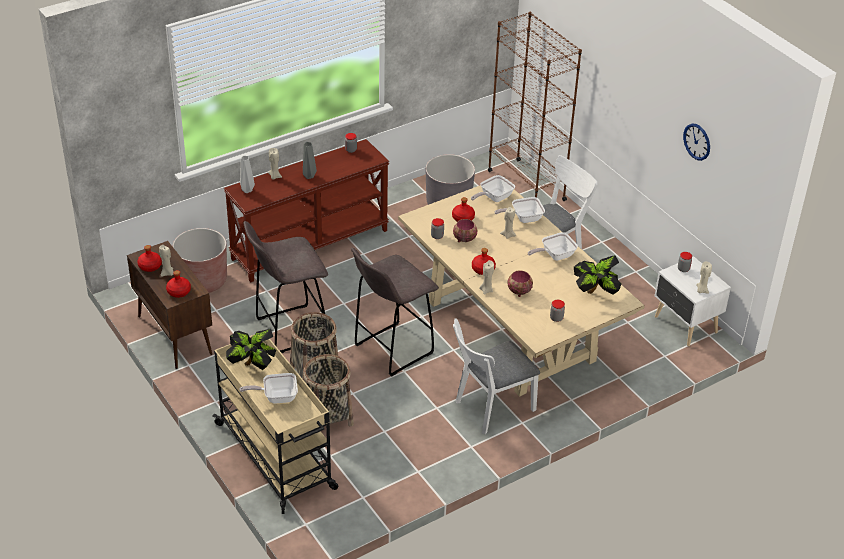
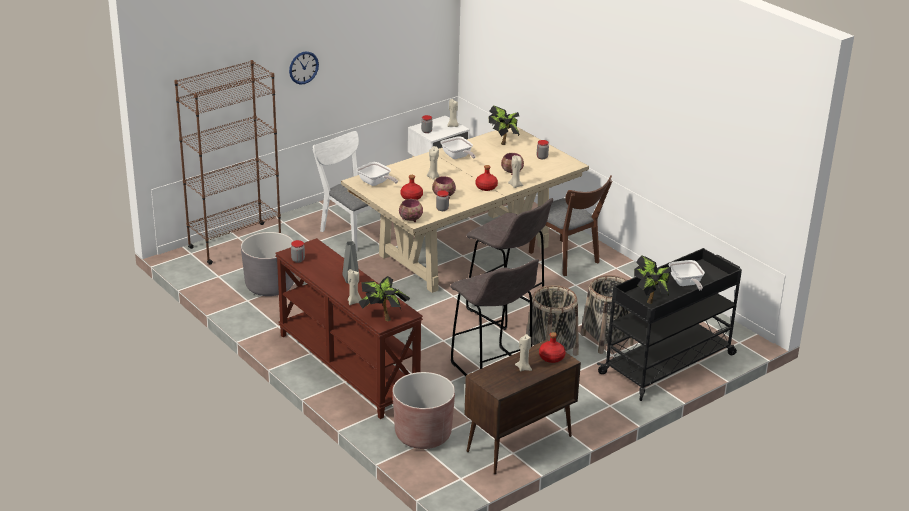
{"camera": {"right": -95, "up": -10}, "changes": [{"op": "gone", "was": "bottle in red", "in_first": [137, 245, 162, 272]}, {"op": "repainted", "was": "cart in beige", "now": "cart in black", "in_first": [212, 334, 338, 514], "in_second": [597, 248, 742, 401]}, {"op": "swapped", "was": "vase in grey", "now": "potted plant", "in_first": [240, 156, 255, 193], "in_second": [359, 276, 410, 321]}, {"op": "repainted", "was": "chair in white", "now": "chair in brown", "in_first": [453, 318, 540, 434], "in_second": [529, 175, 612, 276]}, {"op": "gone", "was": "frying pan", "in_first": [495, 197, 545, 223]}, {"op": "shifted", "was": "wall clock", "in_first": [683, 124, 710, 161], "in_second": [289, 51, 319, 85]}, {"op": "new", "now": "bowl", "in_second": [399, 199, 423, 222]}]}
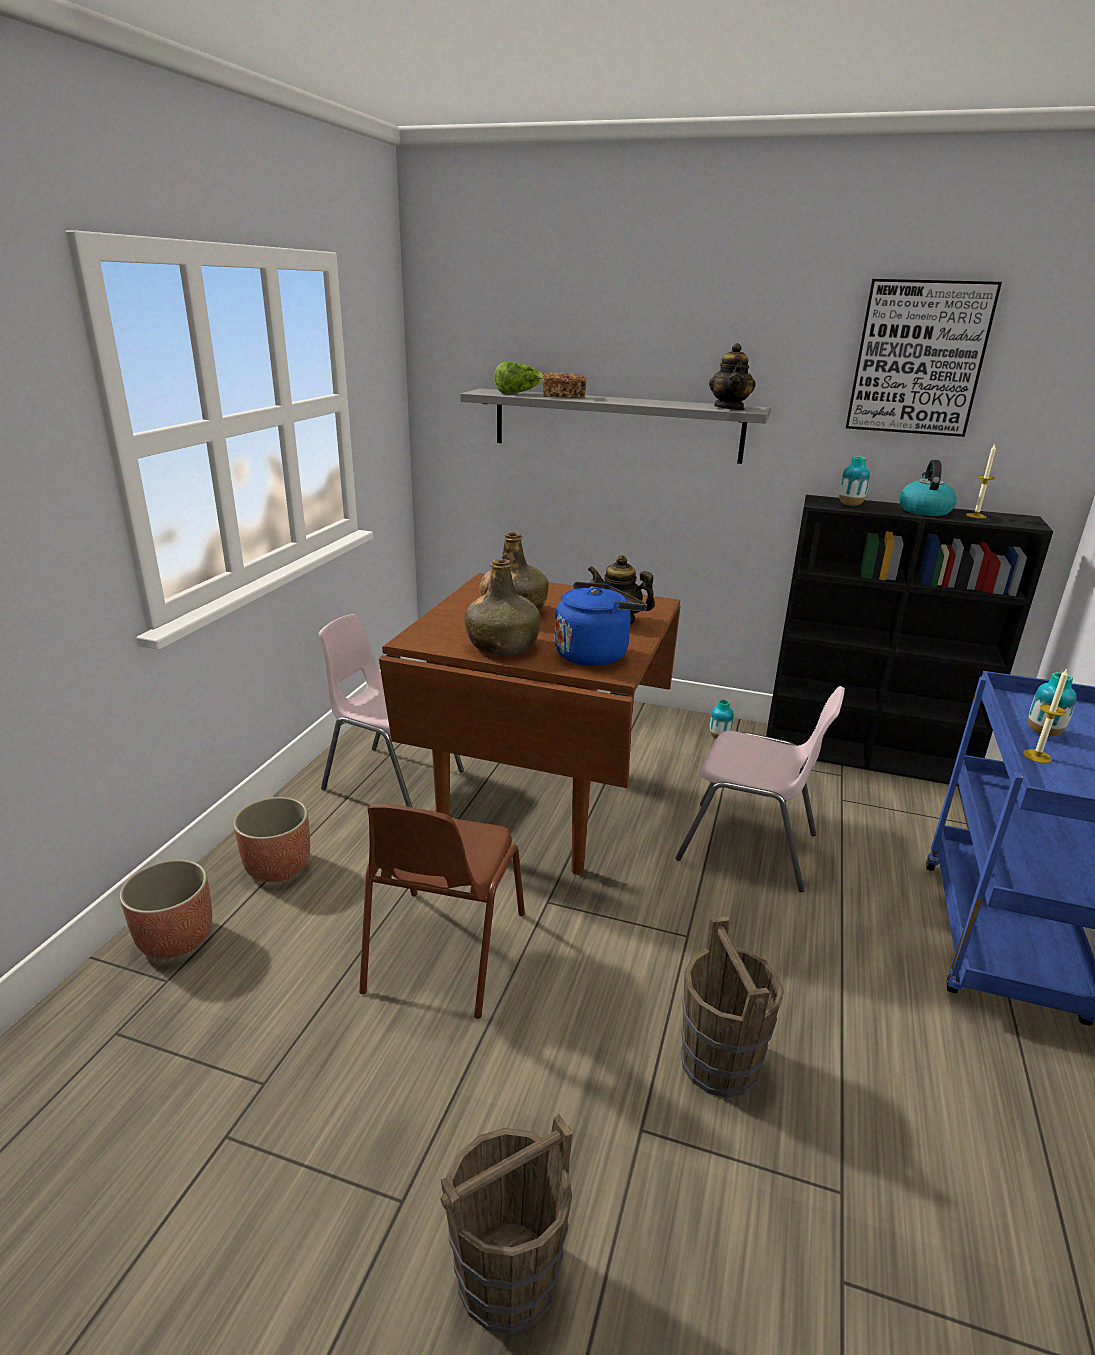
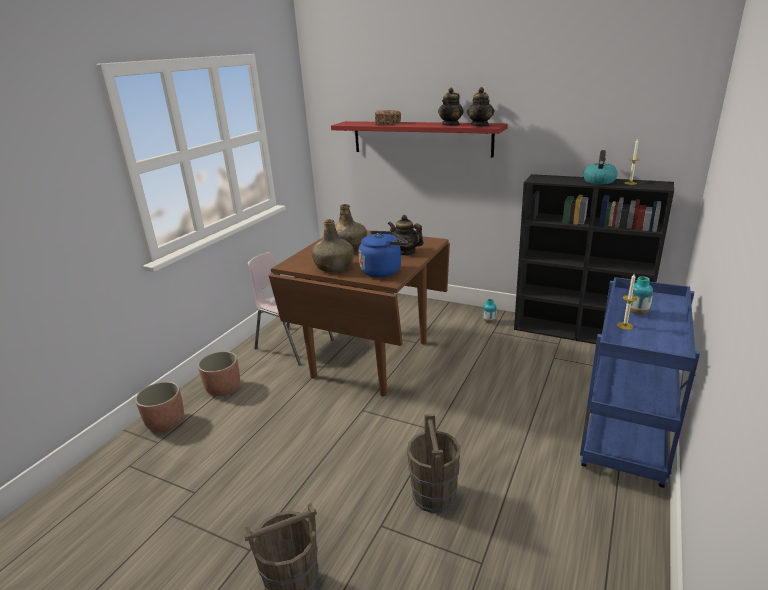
{"camera": {"right": 10, "up": 0}, "changes": [{"op": "gone", "was": "chair in brown", "in_first": [359, 803, 525, 1019]}, {"op": "repainted", "was": "shelf in grey", "now": "shelf in red", "in_first": [460, 388, 771, 464], "in_second": [331, 121, 508, 158]}, {"op": "gone", "was": "lettuce", "in_first": [495, 362, 544, 394]}, {"op": "gone", "was": "chair in pink", "in_first": [676, 686, 845, 892]}, {"op": "gone", "was": "vase", "in_first": [839, 456, 870, 506]}, {"op": "gone", "was": "picture", "in_first": [846, 279, 1002, 437]}, {"op": "new", "now": "teapot", "in_second": [438, 88, 464, 126]}]}
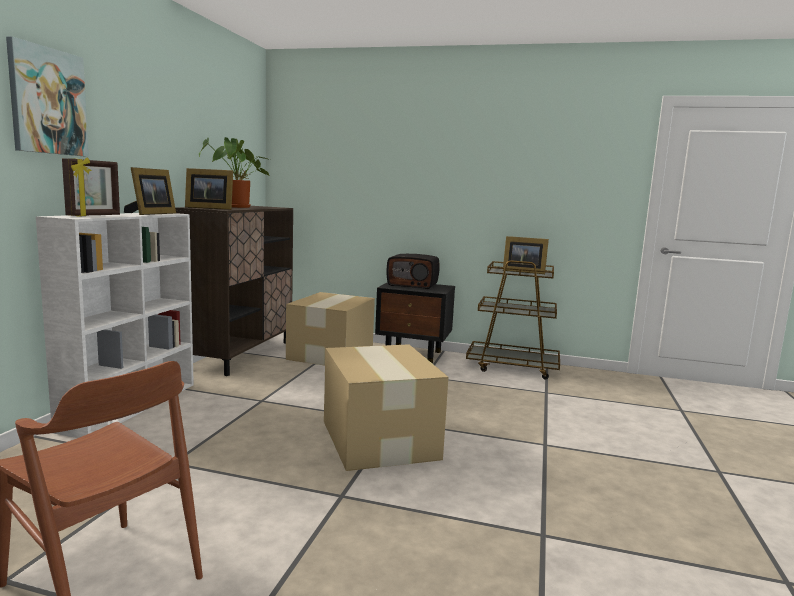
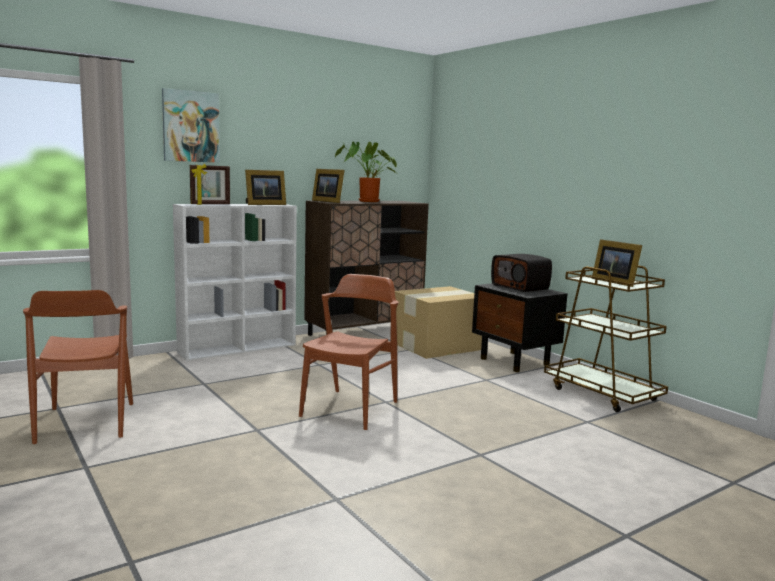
{"camera": {"right": 40, "up": 0}, "changes": [{"op": "swapped", "was": "cardboard box", "now": "chair in brown", "in_first": [324, 344, 448, 471], "in_second": [299, 274, 399, 430]}]}
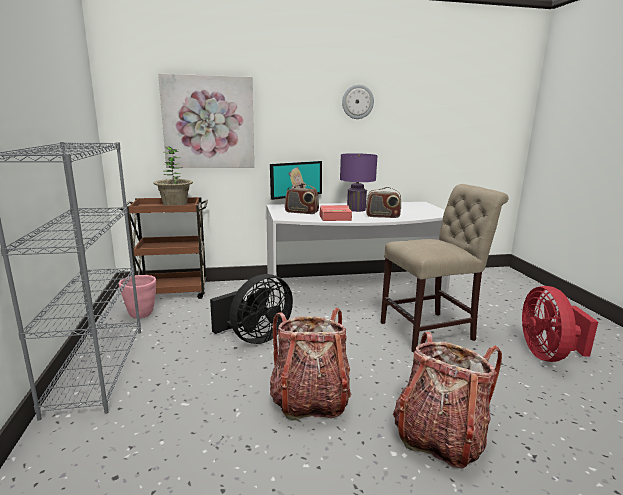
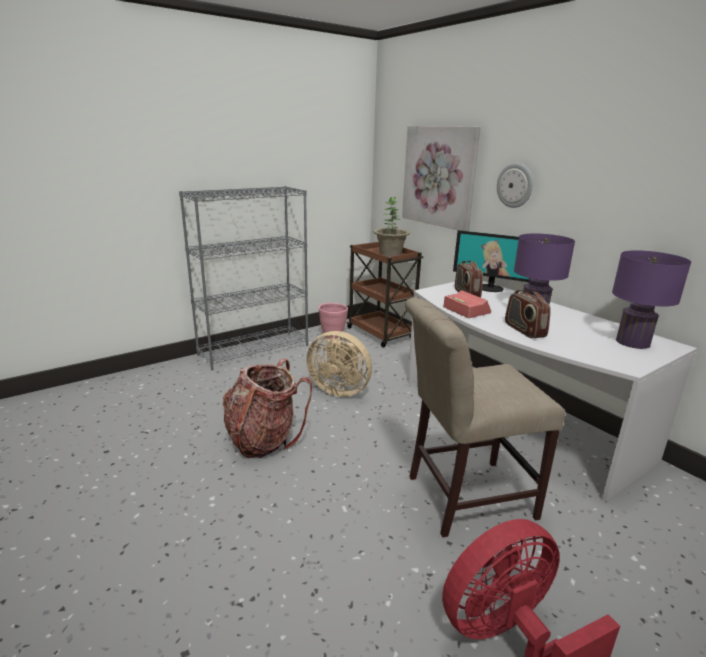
{"camera": {"right": 65, "up": 5}, "changes": [{"op": "repainted", "was": "fan in black", "now": "fan in beige", "in_first": [210, 274, 293, 344], "in_second": [306, 331, 372, 397]}, {"op": "shifted", "was": "wall clock", "in_first": [342, 84, 374, 119], "in_second": [497, 163, 533, 208]}, {"op": "rotated", "was": "chair in beige", "in_first": [381, 184, 509, 353], "in_second": [405, 298, 565, 537], "clockwise": 120}, {"op": "gone", "was": "backpack", "in_first": [393, 332, 502, 469]}, {"op": "new", "now": "table lamp in purple", "in_second": [612, 250, 691, 349]}]}
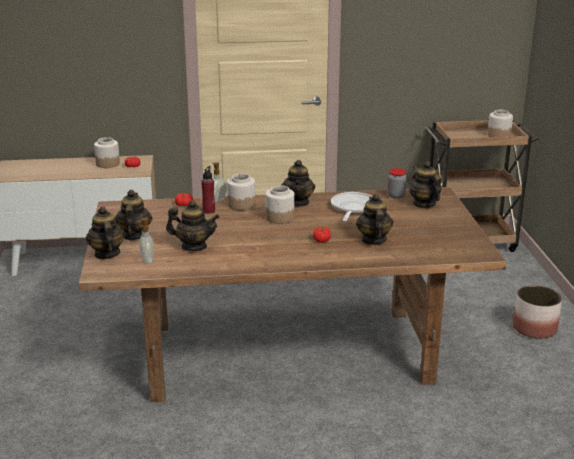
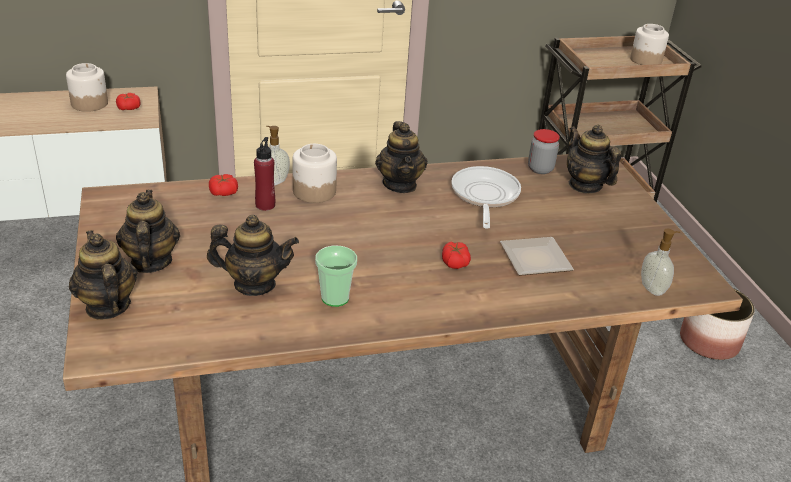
{"camera": {"right": -10, "up": 10}, "changes": [{"op": "shifted", "was": "soap dispenser", "in_first": [139, 218, 154, 264], "in_second": [641, 229, 680, 296]}, {"op": "gone", "was": "jar", "in_first": [265, 185, 295, 224]}, {"op": "swapped", "was": "teapot", "now": "plate", "in_first": [356, 194, 393, 245], "in_second": [500, 237, 574, 276]}, {"op": "new", "now": "cup", "in_second": [315, 245, 357, 307]}]}
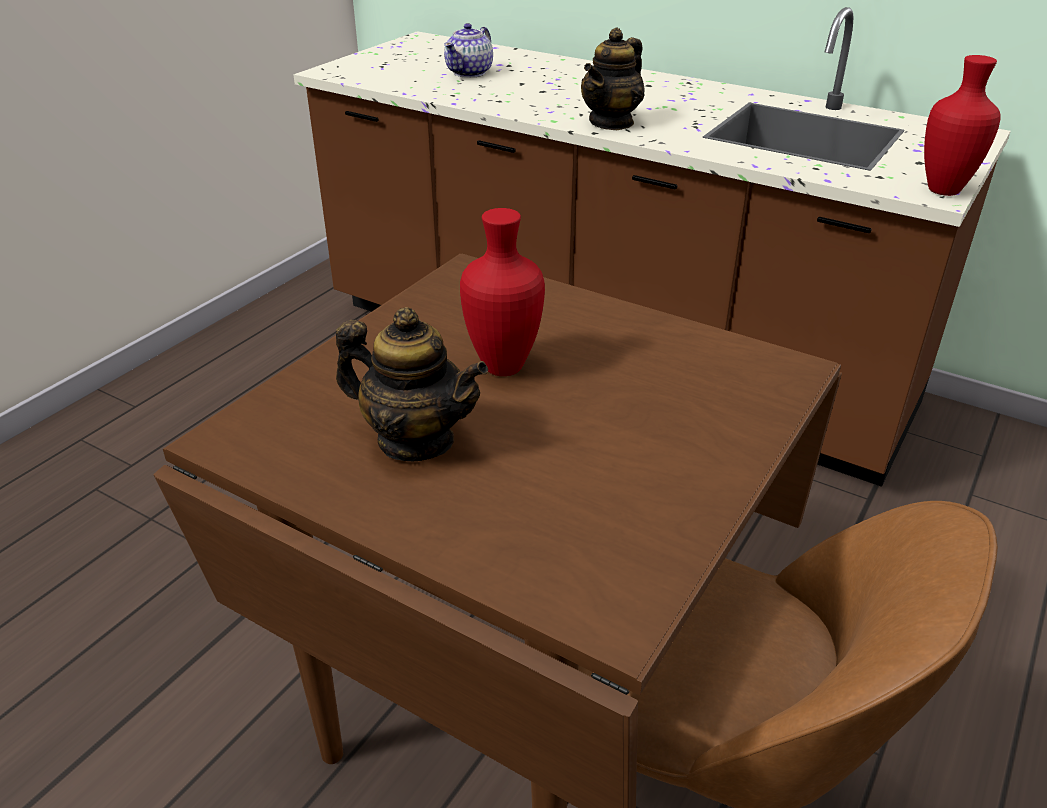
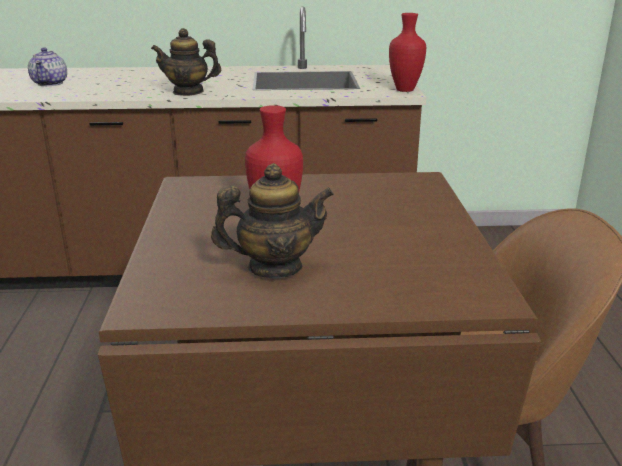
{"camera": {"right": -35, "up": -10}, "changes": [{"op": "rotated", "was": "teapot", "in_first": [581, 27, 645, 130], "in_second": [151, 28, 221, 96], "clockwise": 90}]}
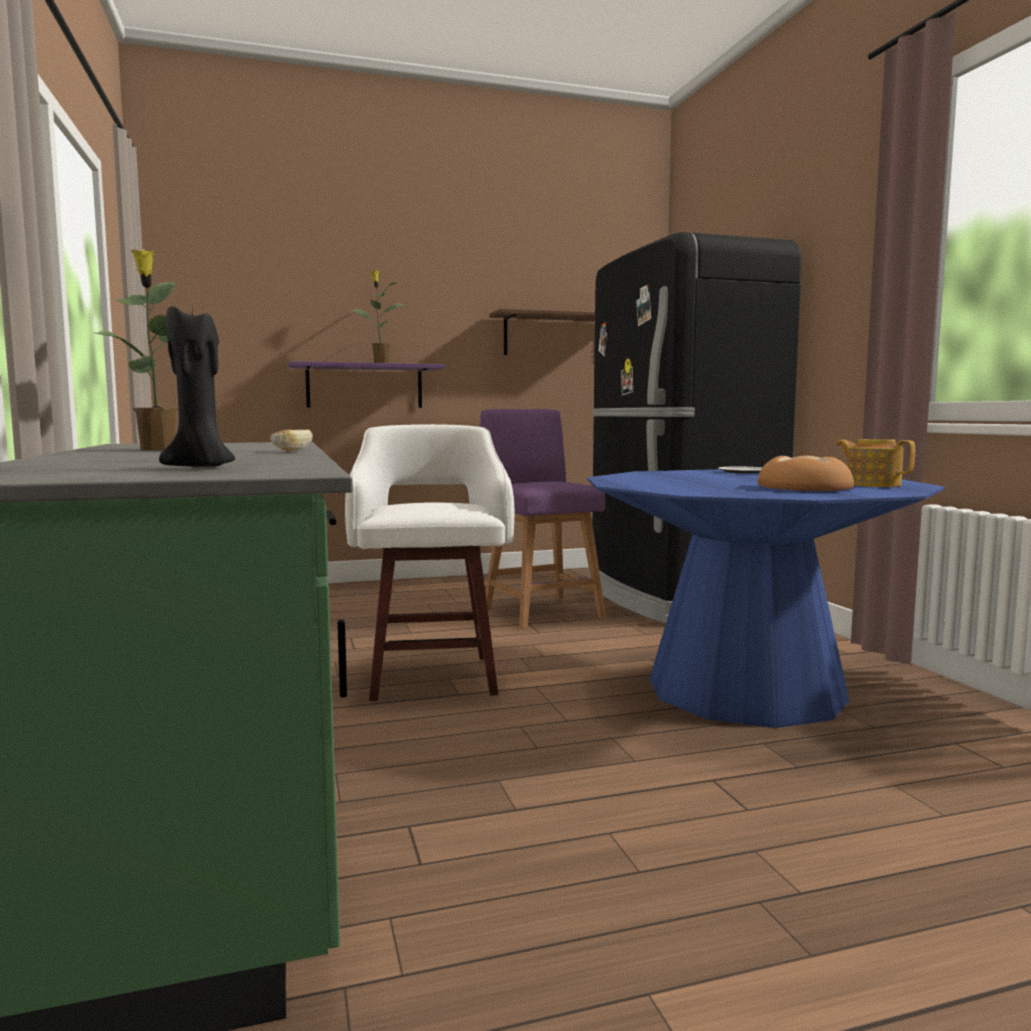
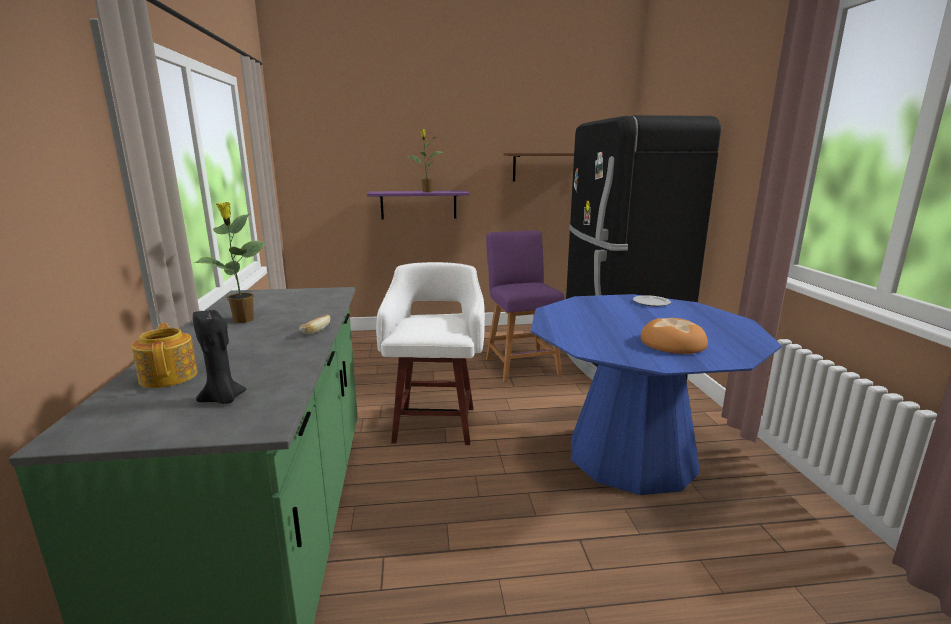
{"camera": {"right": 10, "up": 10}, "changes": [{"op": "shifted", "was": "teapot", "in_first": [837, 439, 915, 487], "in_second": [132, 323, 198, 388]}]}
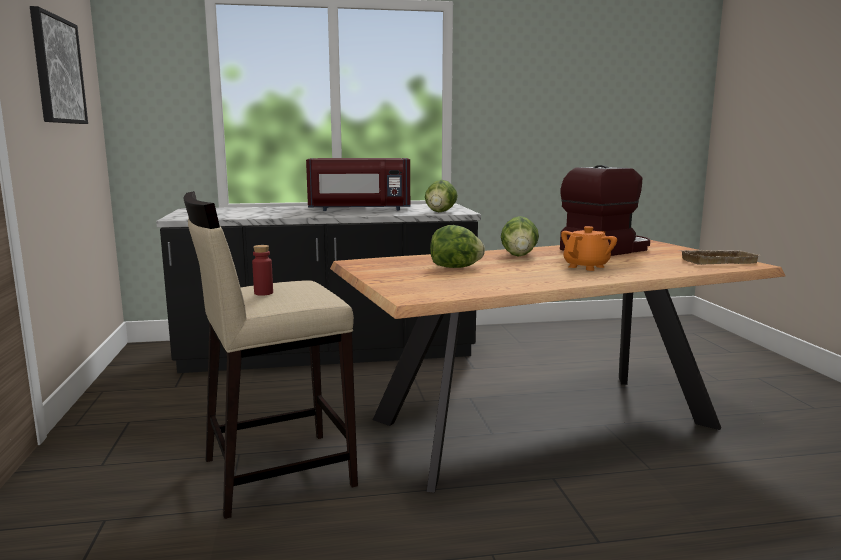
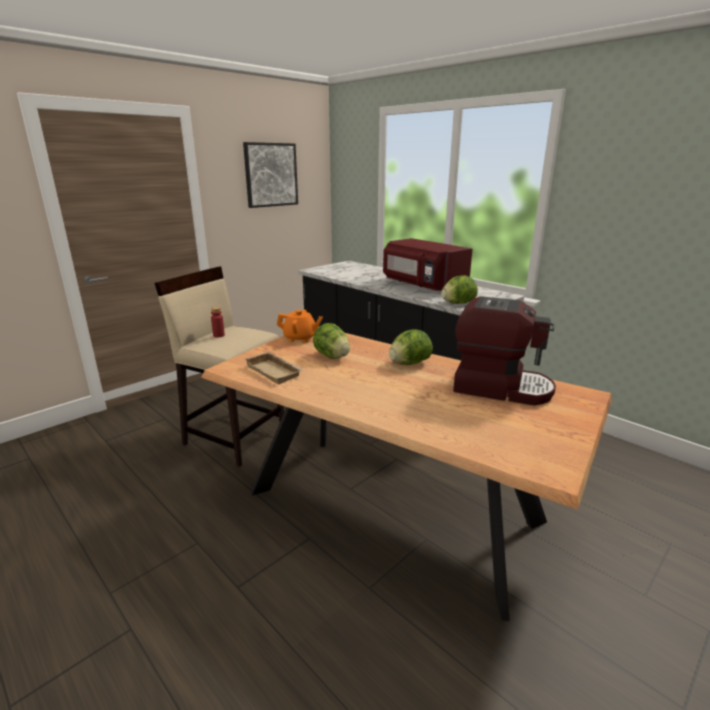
{"camera": {"right": 55, "up": 10}, "changes": [{"op": "shifted", "was": "teapot in orange", "in_first": [561, 226, 617, 271], "in_second": [277, 310, 323, 343]}, {"op": "shifted", "was": "tray in beige", "in_first": [679, 250, 759, 265], "in_second": [244, 352, 303, 384]}]}
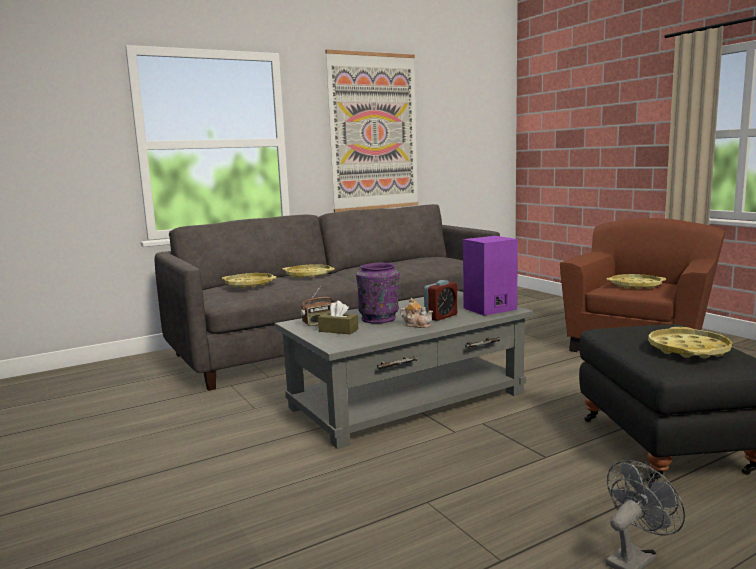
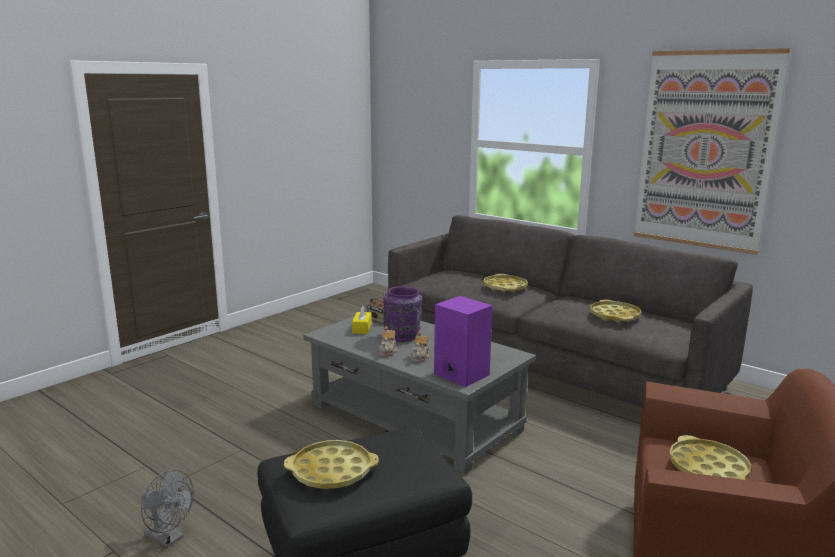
{"camera": {"right": 70, "up": 5}, "changes": [{"op": "shifted", "was": "tray in yellow", "in_first": [222, 273, 277, 288], "in_second": [590, 300, 641, 322]}, {"op": "repainted", "was": "tissue box in brown", "now": "tissue box in yellow", "in_first": [318, 301, 358, 334], "in_second": [352, 306, 372, 334]}, {"op": "swapped", "was": "alarm clock", "now": "teapot", "in_first": [424, 280, 457, 321], "in_second": [411, 331, 429, 362]}]}
